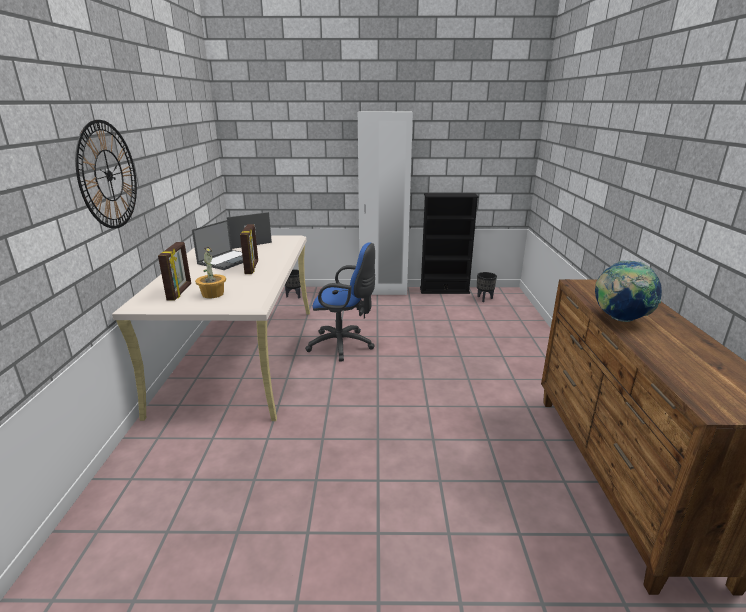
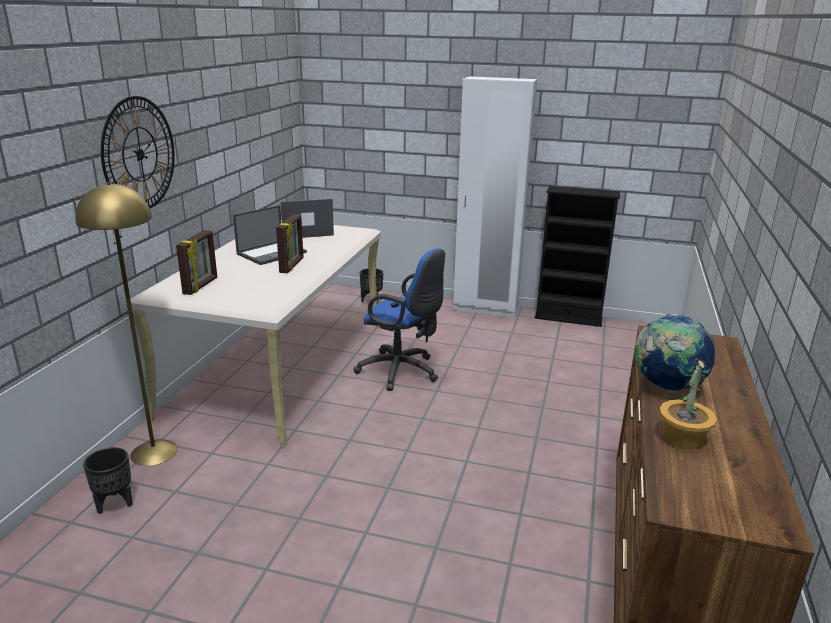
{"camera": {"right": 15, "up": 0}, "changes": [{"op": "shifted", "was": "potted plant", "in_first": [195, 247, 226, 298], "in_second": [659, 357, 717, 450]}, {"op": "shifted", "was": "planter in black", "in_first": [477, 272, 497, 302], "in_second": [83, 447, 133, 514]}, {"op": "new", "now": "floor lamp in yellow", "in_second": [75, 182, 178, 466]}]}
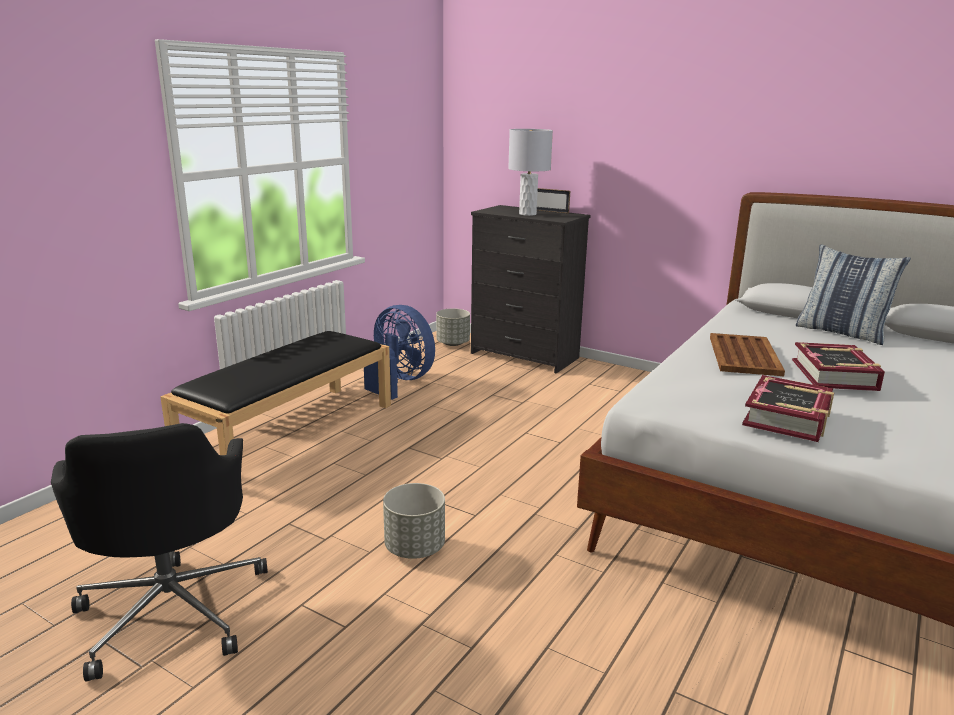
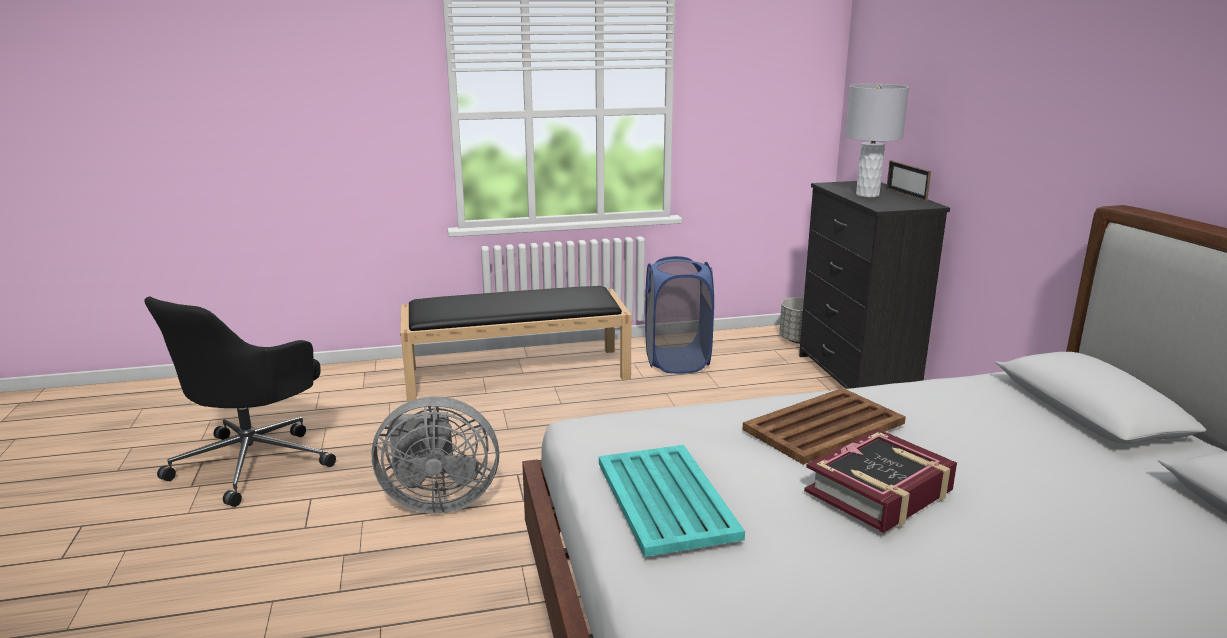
{"camera": {"right": 45, "up": 0}, "changes": [{"op": "swapped", "was": "fan in blue", "now": "laundry basket in blue", "in_first": [364, 305, 435, 400], "in_second": [645, 256, 714, 374]}, {"op": "swapped", "was": "planter in grey", "now": "fan in grey", "in_first": [383, 483, 445, 559], "in_second": [372, 396, 499, 514]}, {"op": "swapped", "was": "book", "now": "tray in turquoise", "in_first": [742, 375, 834, 442], "in_second": [599, 445, 745, 557]}, {"op": "gone", "was": "pillow", "in_first": [795, 244, 911, 345]}]}
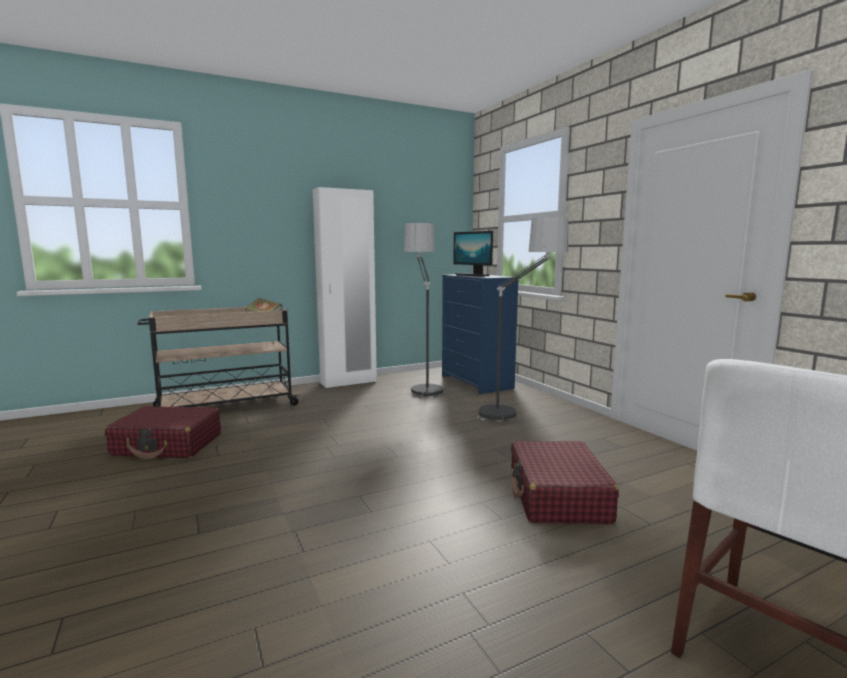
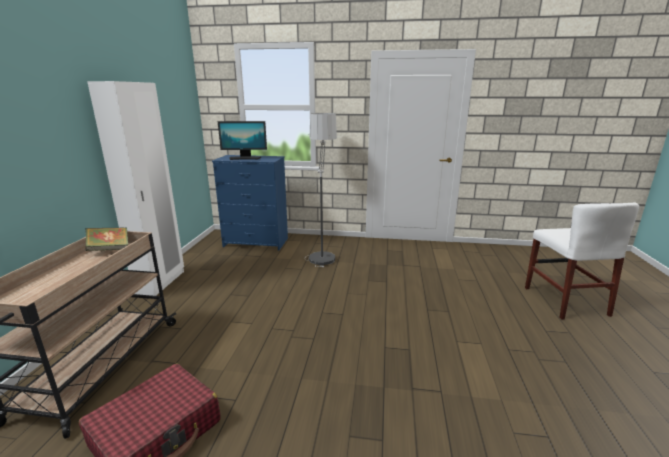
{"camera": {"right": -55, "up": 10}, "changes": [{"op": "gone", "was": "floor lamp", "in_first": [404, 223, 444, 398]}, {"op": "gone", "was": "suitcase in red", "in_first": [511, 441, 619, 524]}]}
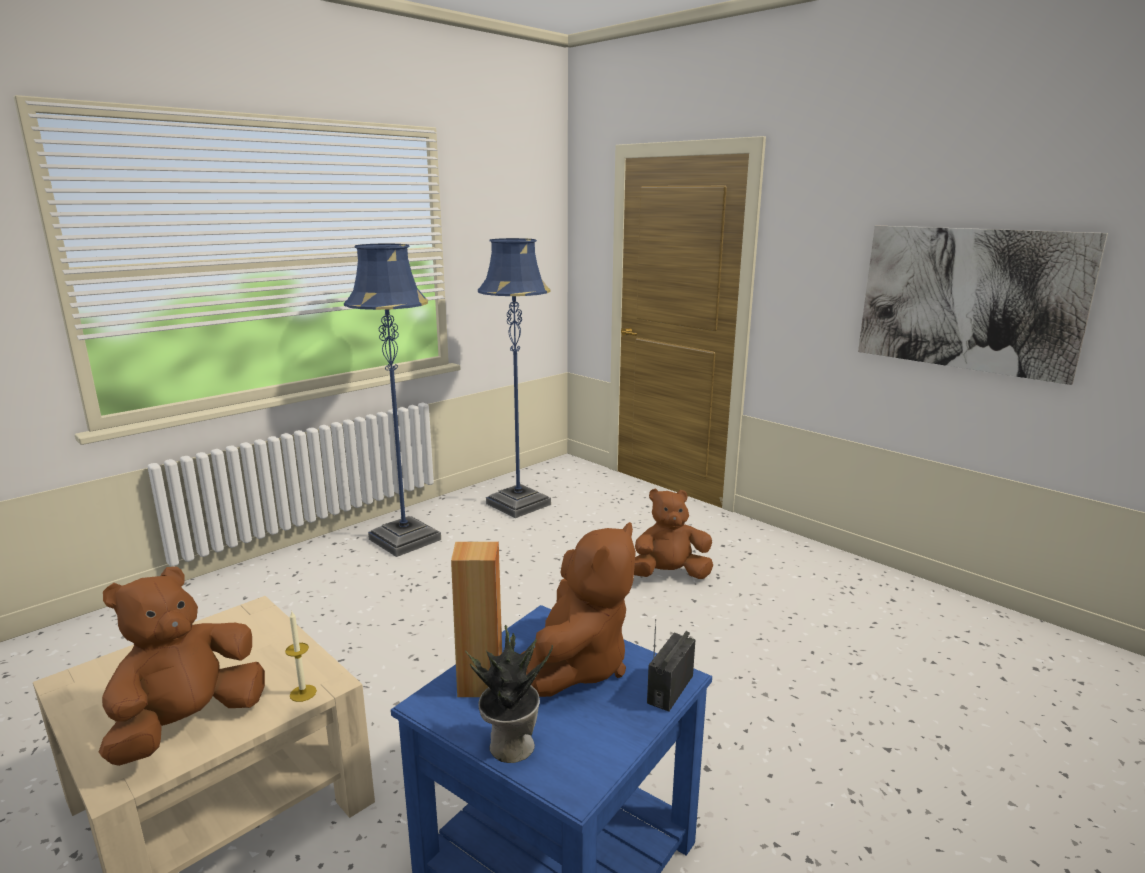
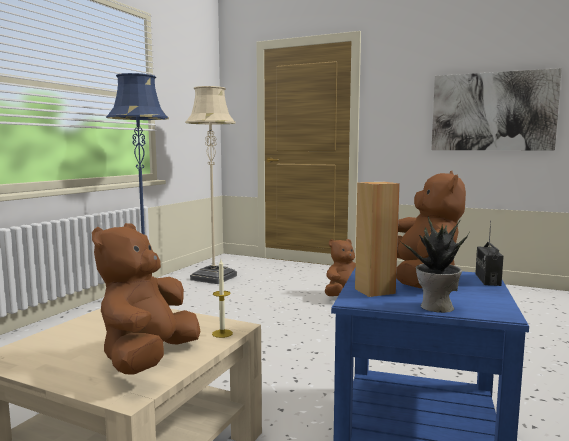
{"camera": {"right": -20, "up": -10}, "changes": [{"op": "repainted", "was": "floor lamp in blue", "now": "floor lamp in beige", "in_first": [478, 238, 551, 518], "in_second": [185, 86, 237, 284]}]}
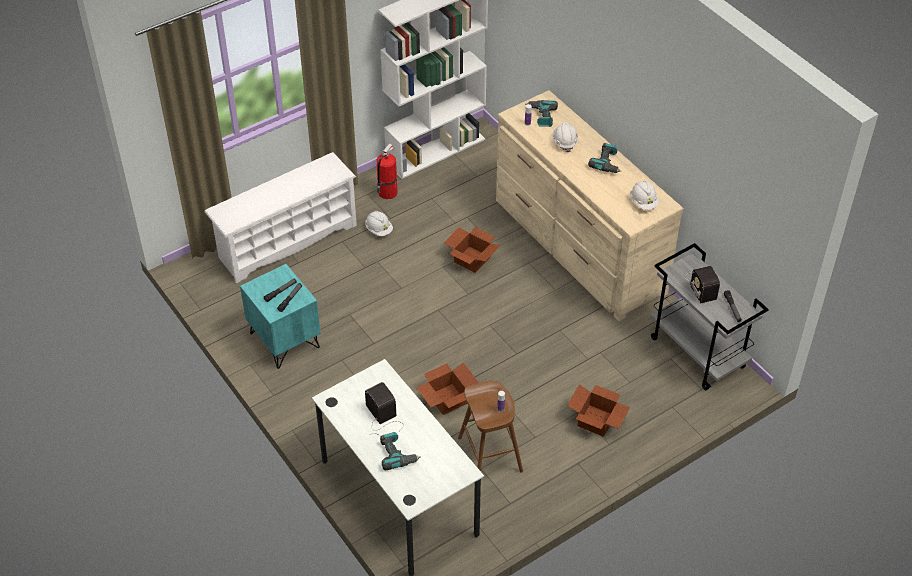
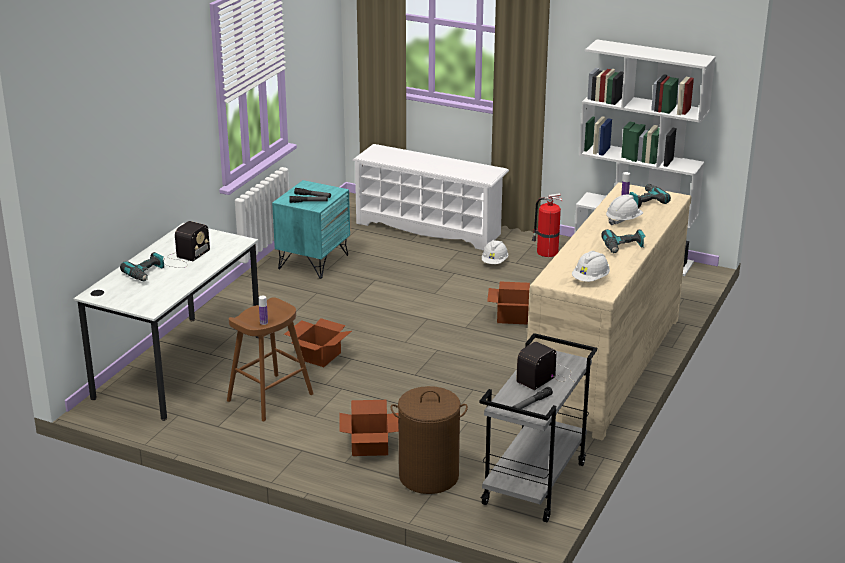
{"camera": {"right": 60, "up": -20}, "changes": [{"op": "new", "now": "laundry basket in brown", "in_second": [390, 386, 468, 494]}]}
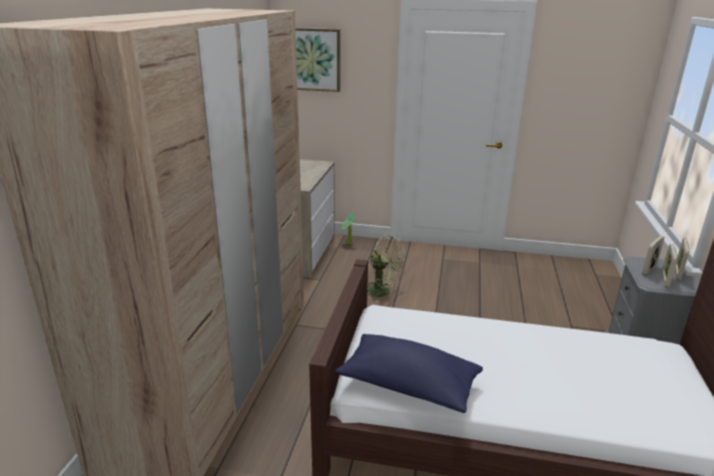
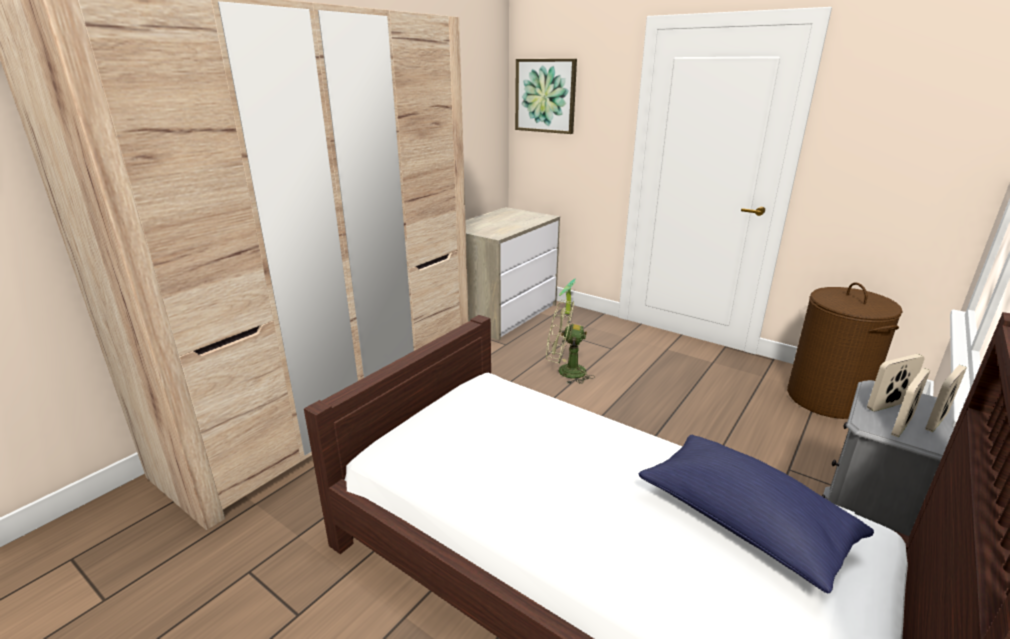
{"camera": {"right": 25, "up": 0}, "changes": [{"op": "shifted", "was": "pillow in blue", "in_first": [335, 334, 483, 413], "in_second": [638, 435, 874, 594]}, {"op": "rotated", "was": "fan in green", "in_first": [367, 235, 405, 303], "in_second": [546, 300, 595, 384], "clockwise": 135}, {"op": "new", "now": "laundry basket in brown", "in_second": [787, 283, 903, 419]}]}
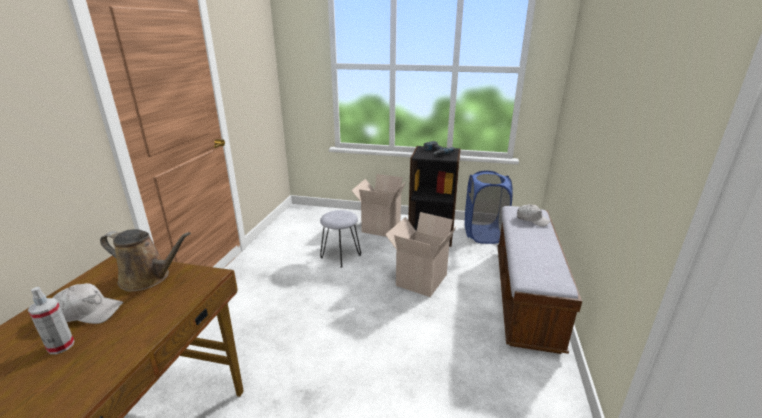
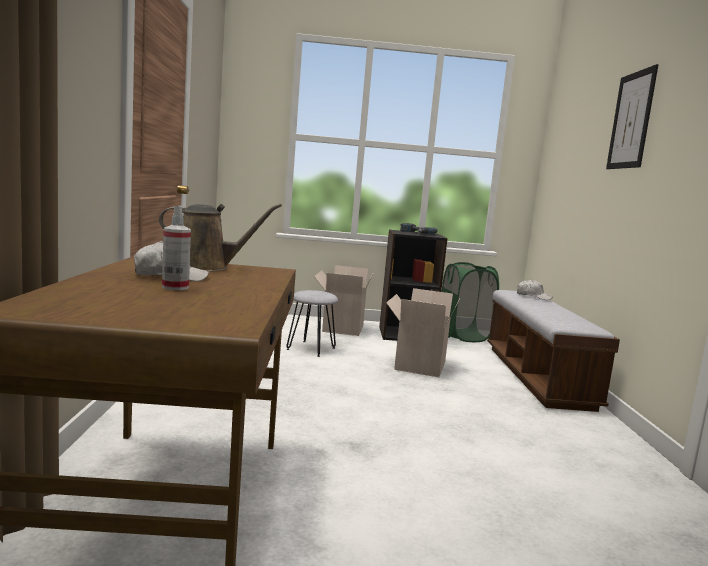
{"camera": {"right": -15, "up": -15}, "changes": [{"op": "repainted", "was": "laundry basket in blue", "now": "laundry basket in green", "in_first": [465, 171, 513, 244], "in_second": [442, 262, 499, 342]}, {"op": "new", "now": "picture", "in_second": [606, 64, 659, 169]}]}
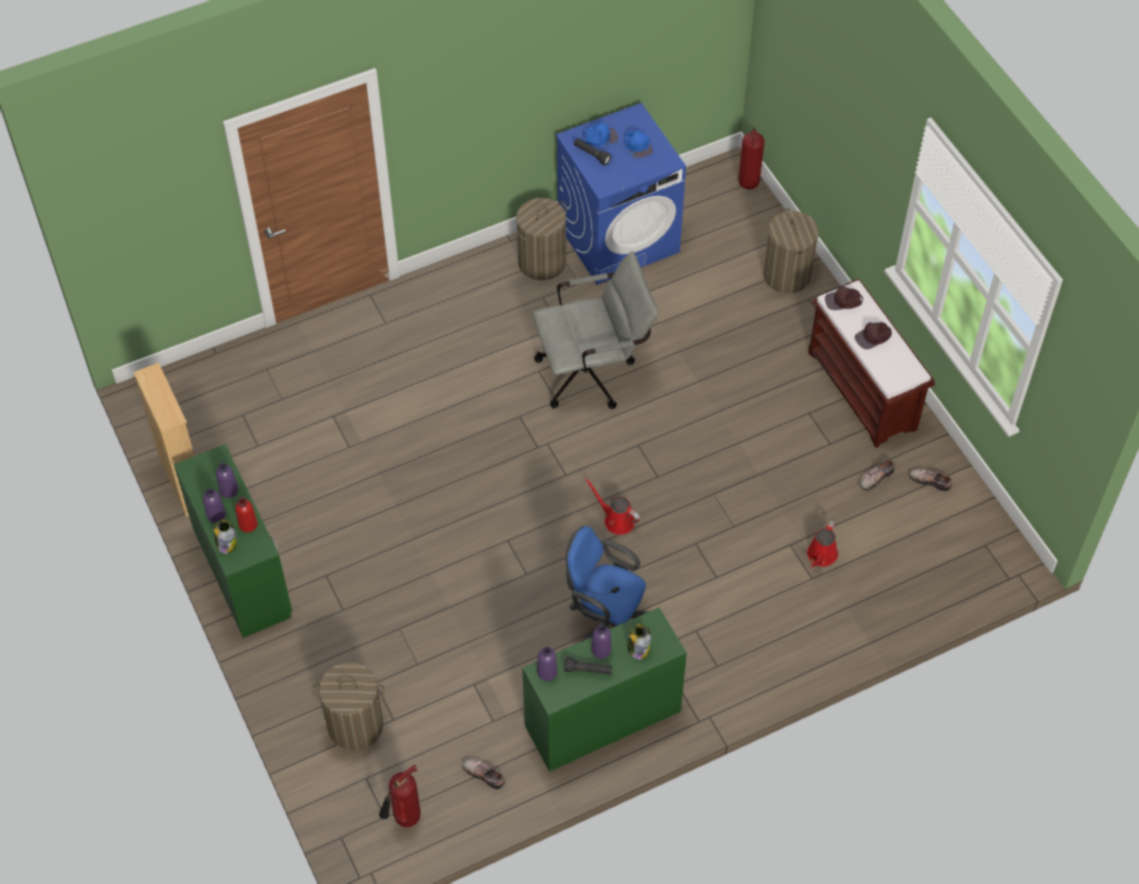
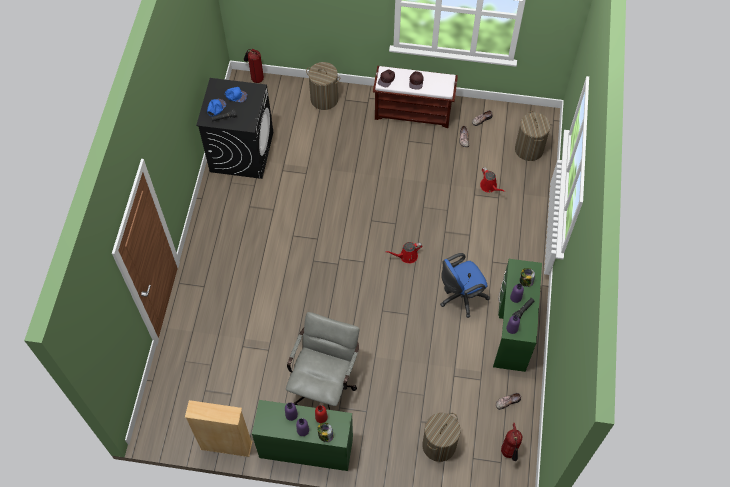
{"camera": {"right": -55, "up": 5}, "changes": [{"op": "shifted", "was": "laundry basket", "in_first": [516, 198, 567, 280], "in_second": [515, 111, 551, 161]}, {"op": "shifted", "was": "office chair in grey", "in_first": [532, 251, 658, 409], "in_second": [286, 312, 360, 410]}, {"op": "repainted", "was": "washing machine in blue", "now": "washing machine in black", "in_first": [556, 103, 686, 285], "in_second": [196, 78, 273, 179]}]}
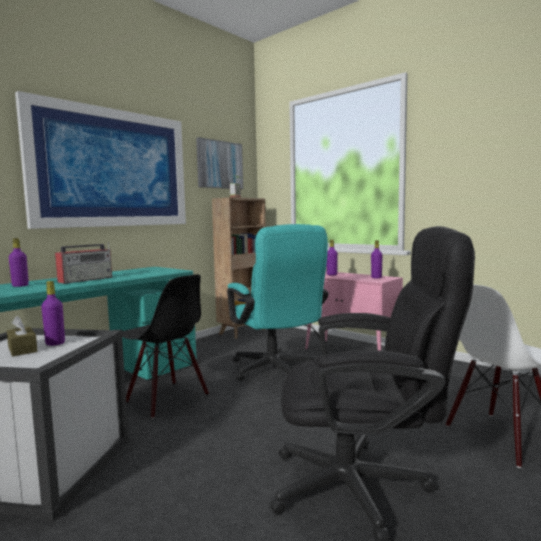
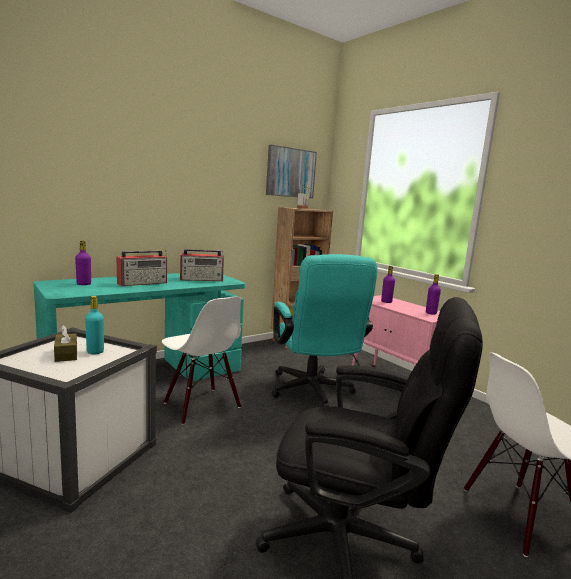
{"camera": {"right": 10, "up": 5}, "changes": [{"op": "gone", "was": "picture", "in_first": [15, 91, 186, 229]}, {"op": "repainted", "was": "bottle in purple", "now": "bottle in turquoise", "in_first": [41, 281, 65, 346], "in_second": [85, 296, 104, 354]}, {"op": "repainted", "was": "chair in black", "now": "chair in white", "in_first": [123, 275, 209, 419], "in_second": [162, 297, 241, 425]}, {"op": "new", "now": "radio", "in_second": [180, 249, 224, 281]}]}
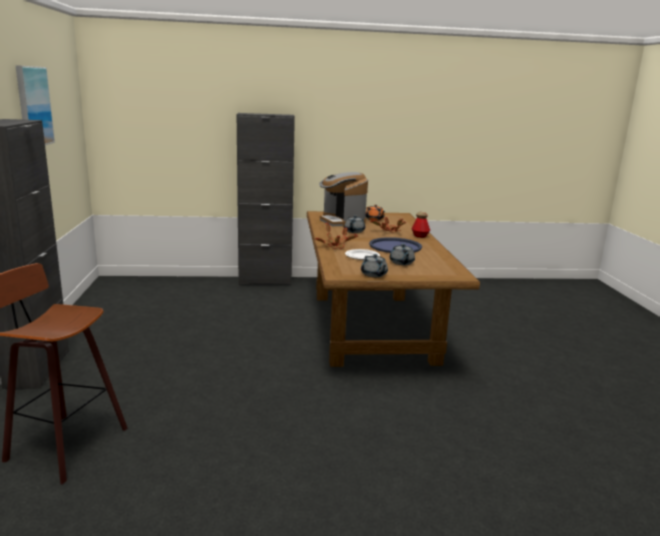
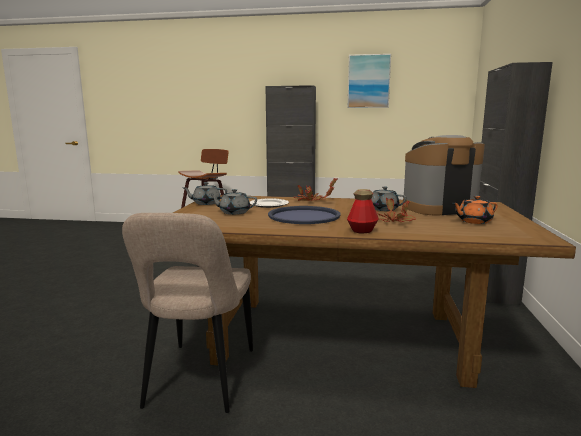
{"camera": {"right": 105, "up": -5}, "changes": [{"op": "new", "now": "chair in beige", "in_second": [122, 213, 253, 413]}]}
